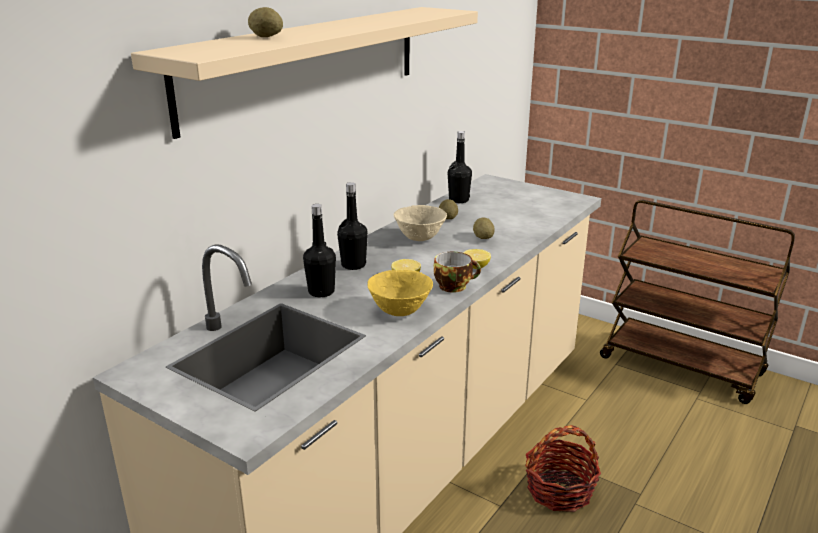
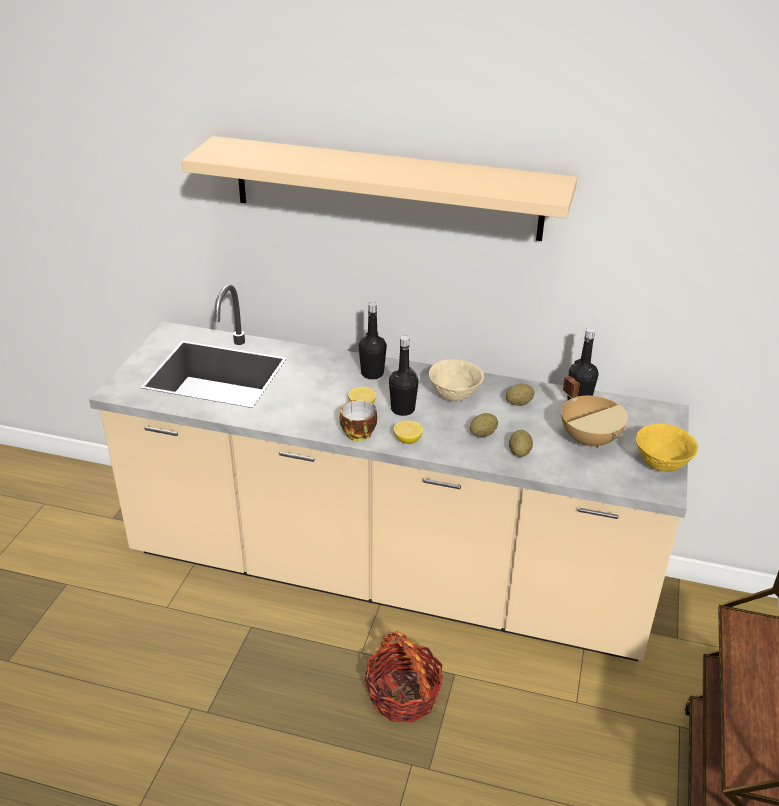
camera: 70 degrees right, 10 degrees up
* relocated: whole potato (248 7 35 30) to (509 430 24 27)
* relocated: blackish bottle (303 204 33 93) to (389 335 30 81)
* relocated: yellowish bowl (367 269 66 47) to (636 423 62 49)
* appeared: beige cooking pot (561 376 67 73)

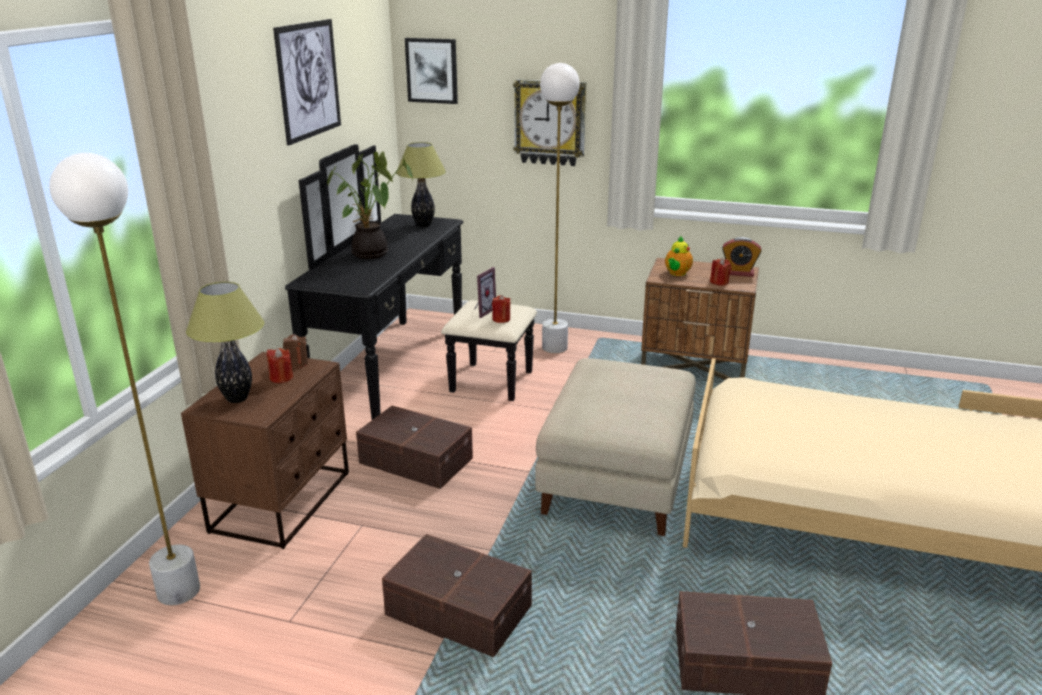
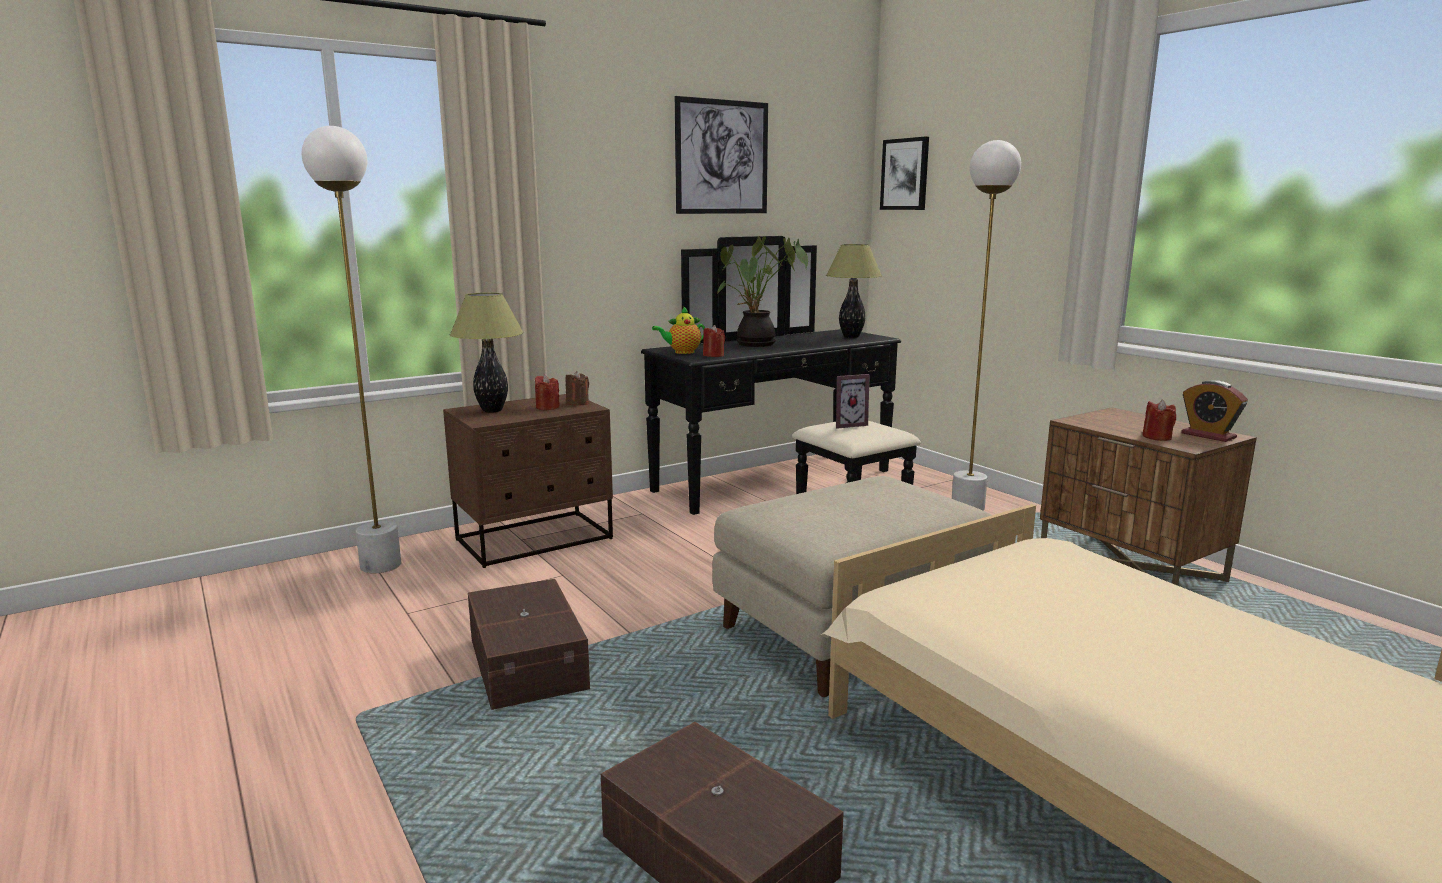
camera: 40 degrees right, 10 degrees down
* missing: wall clock (513 79 73 87)
* relocated: pot for tea (665 236 28 40) to (652 306 53 48)
* relocated: red-coloured candle (492 295 18 28) to (703 325 22 32)
* missing: brownish storage box (356 405 117 84)

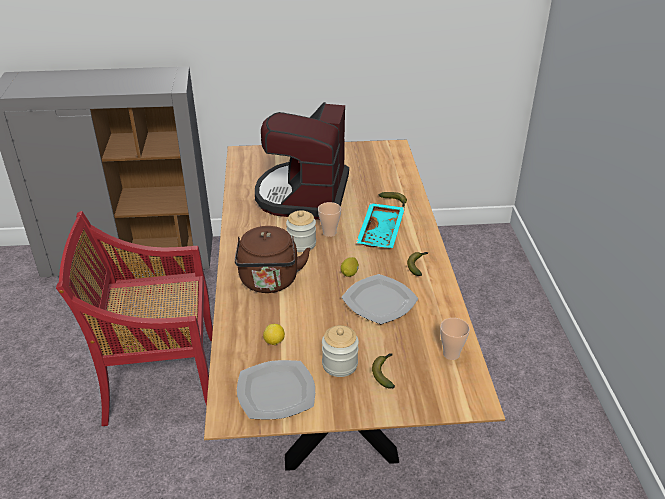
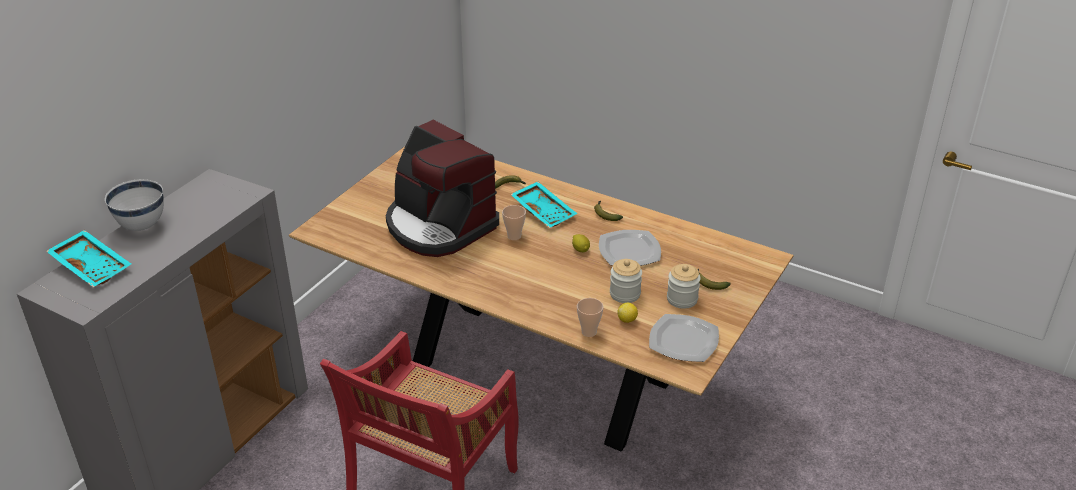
camera: 55 degrees left, 0 degrees up
* relocated: jar (286 210 30 42) to (610 259 32 44)
* missing: brownish water kettle (235 226 76 67)
* relocated: small cup (440 318 30 42) to (577 298 26 39)
* appeared: whitish bowl (105 179 59 52)
* appeared: blue-green carrying tray (46 230 85 57)

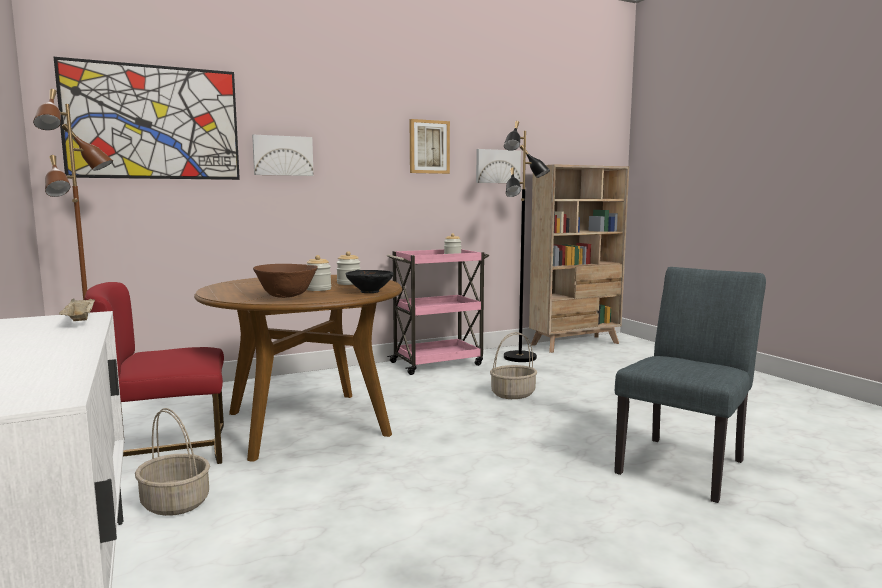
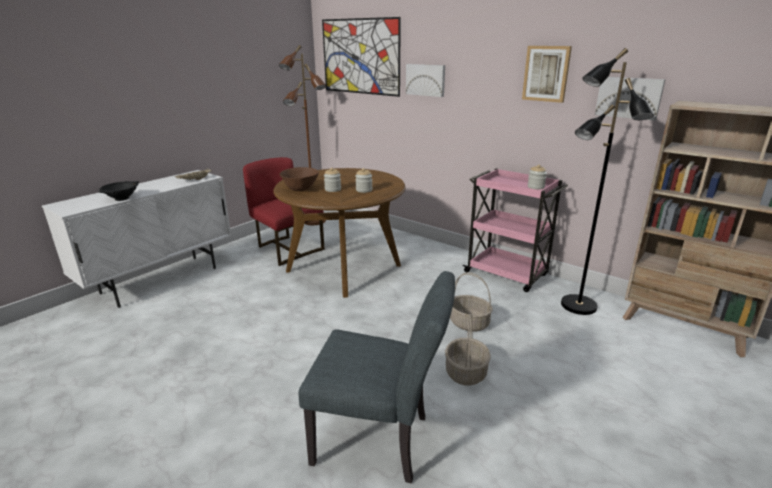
camera: 65 degrees right, 15 degrees up
* relocated: blackish bowl (345 270 49 23) to (98 181 41 20)
* relocated: basket (135 408 75 108) to (445 314 46 71)

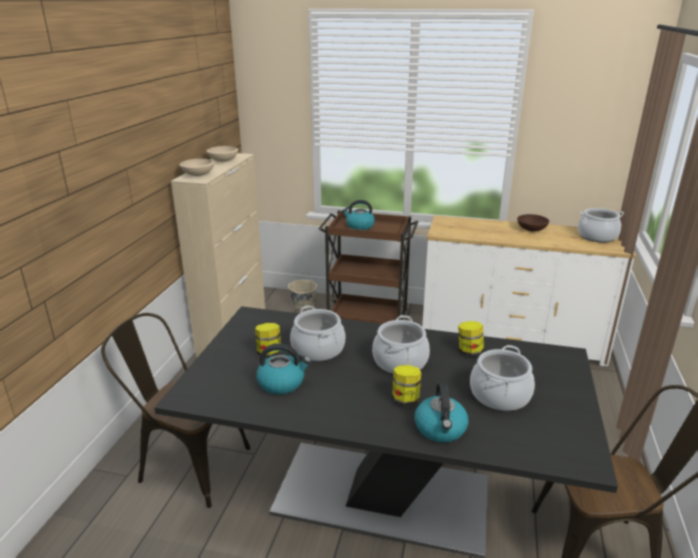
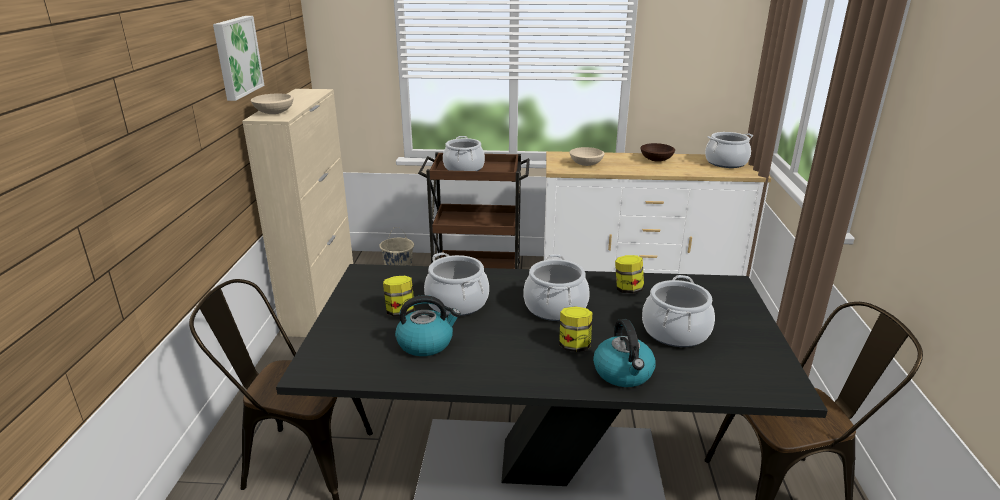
camera: 10 degrees left, 0 degrees up
* relocated: beige bowl (207 146 31 16) to (570 147 35 19)
* exchanged: water kettle (342 200 33 30) to cooking pot (443 136 42 35)
* appeared: wall art (213 16 51 85)

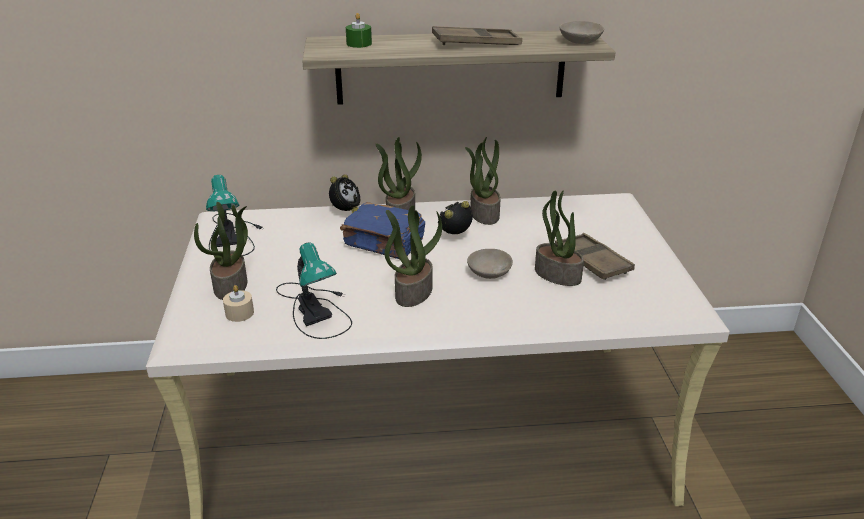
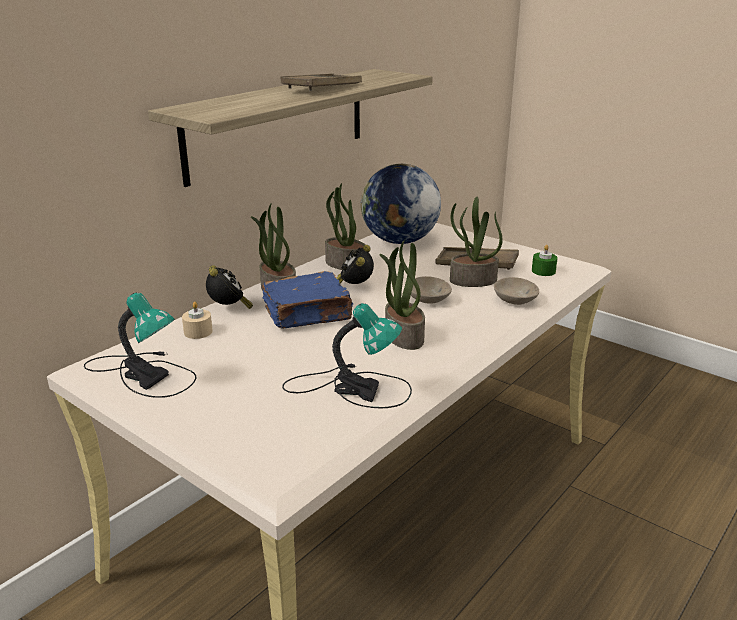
camera: 45 degrees left, 5 degrees down
* relocated: greenish candle (346 13 26 35) to (532 245 26 31)
* relocated: beige bowl (560 21 44 23) to (494 277 45 28)
* missing: plant in a pot (194 202 54 98)
* relocated: beige candle (223 285 31 37) to (182 302 31 37)
* appeared: globe (360 164 81 80)

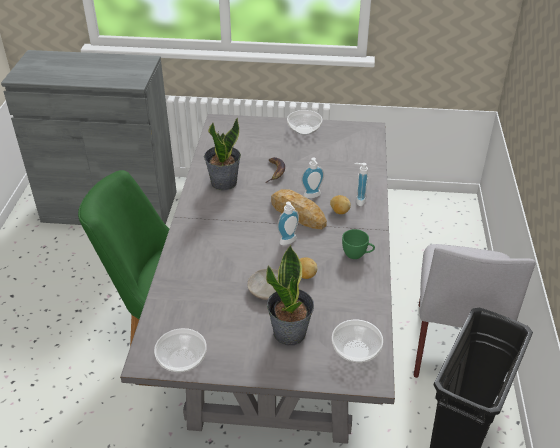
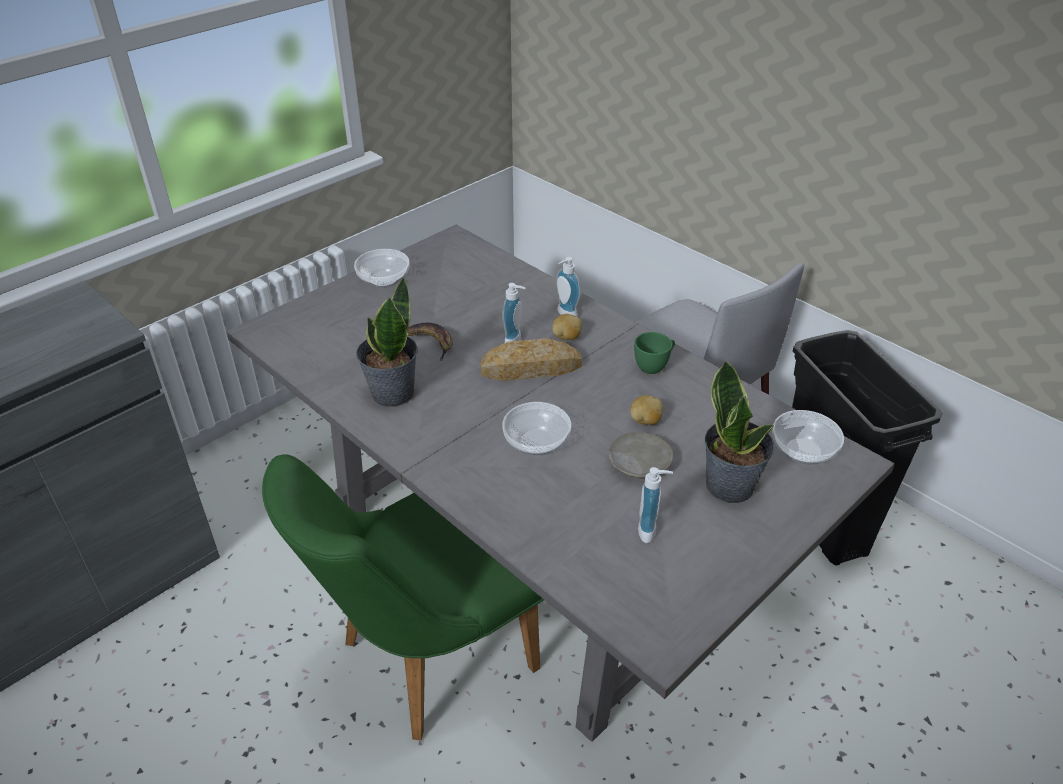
camera: 50 degrees left, 0 degrees up
* relocated: liquid soap bottle (277 202 22 43) to (638 467 35 76)
* relocated: bowl (154 328 53 45) to (502 402 69 53)

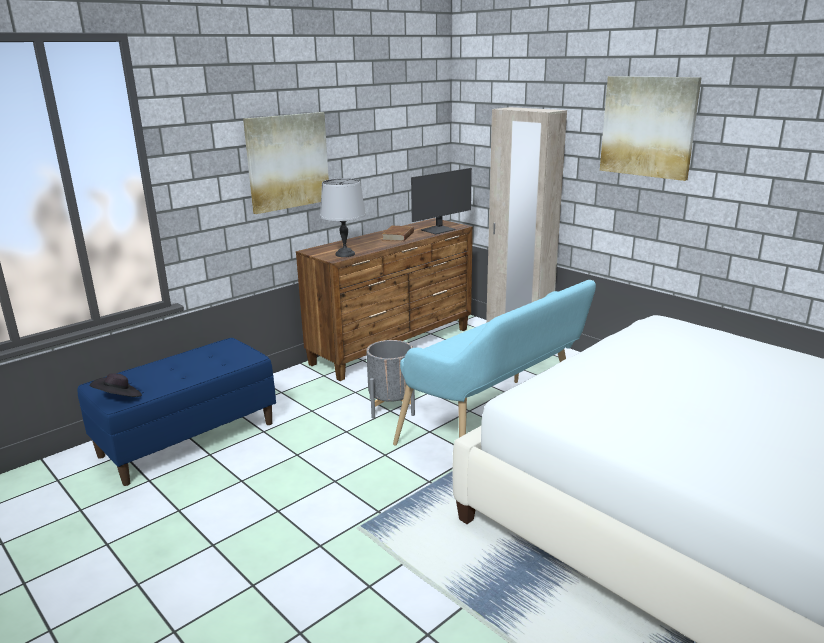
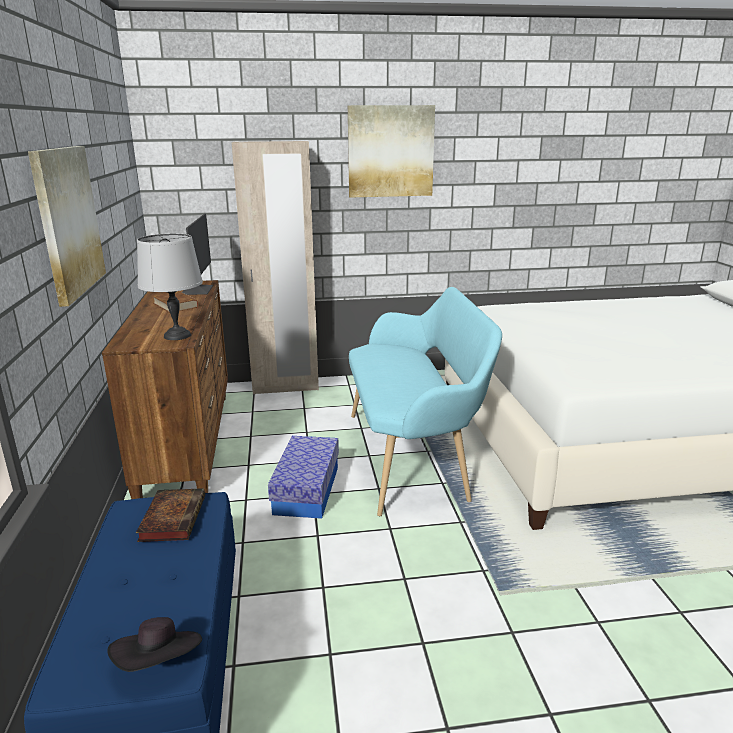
camera: 55 degrees left, 0 degrees up
* exchanged: grey planter (366 340 49 79) to storage box (268 436 71 83)
* appeared: volume (136 488 69 54)

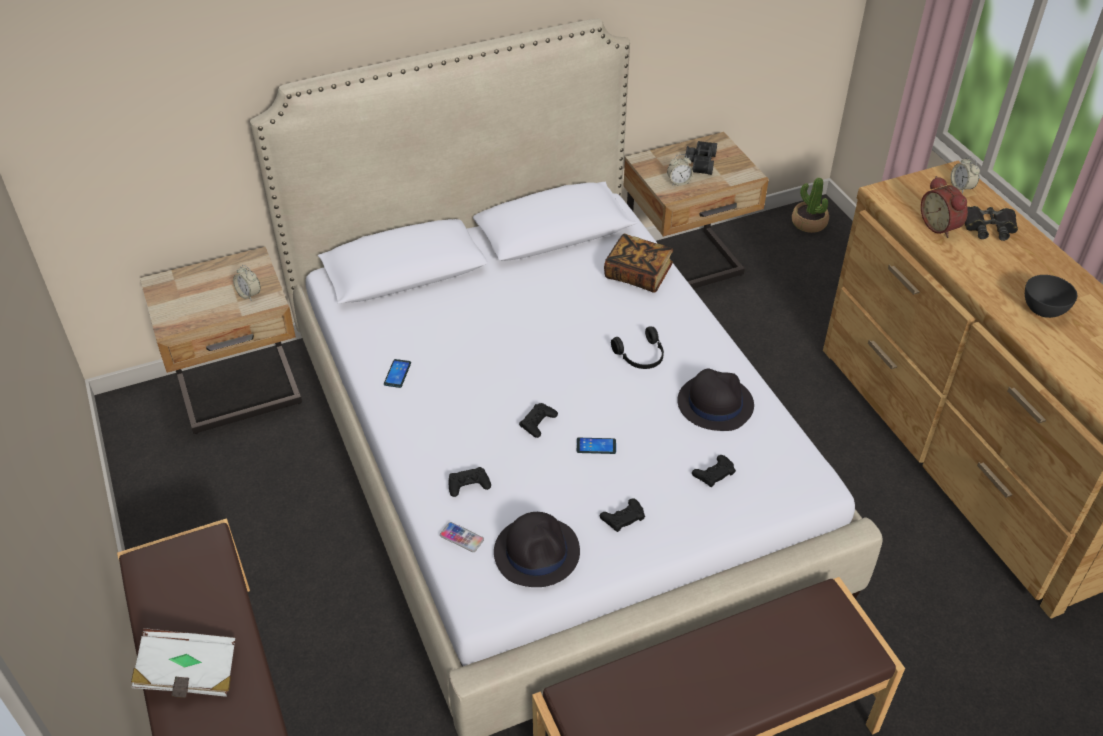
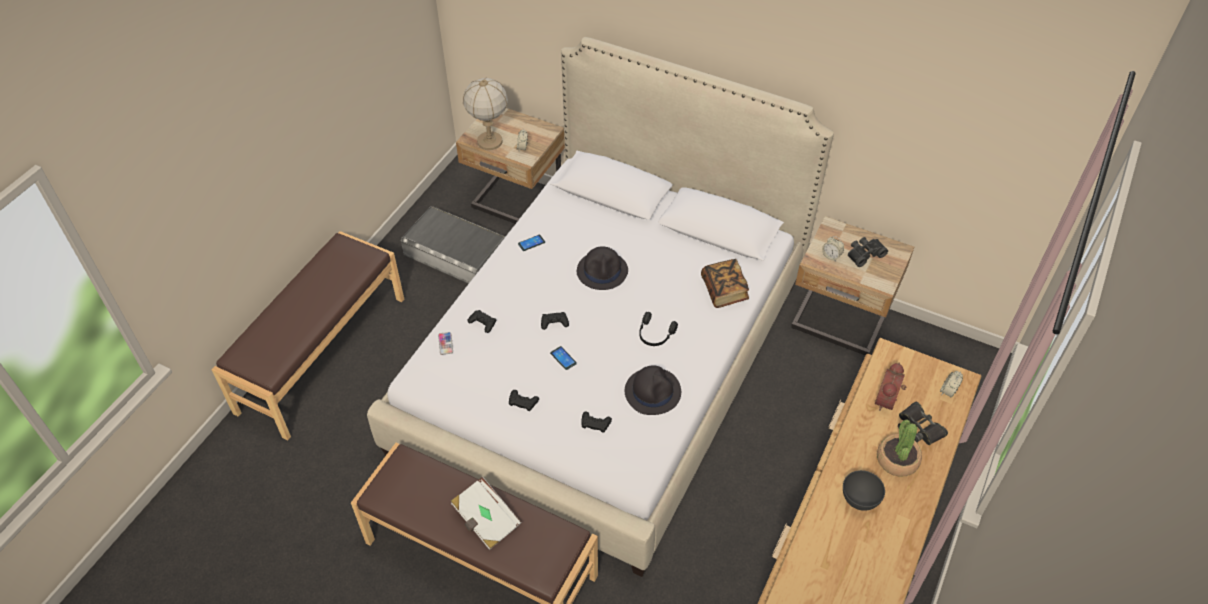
camera: 50 degrees right, 5 degrees up
* relocated: plant in a pot (792 178 37 55) to (877 419 45 58)
* relocated: blackish wearable hat (494 512 86 75) to (577 246 51 44)
* relocated: whitish volume (131 628 104 70) to (451 477 70 73)
* appeared: lamp for a table (463 77 45 73)
* appeared: grey storage box (401 206 105 78)

